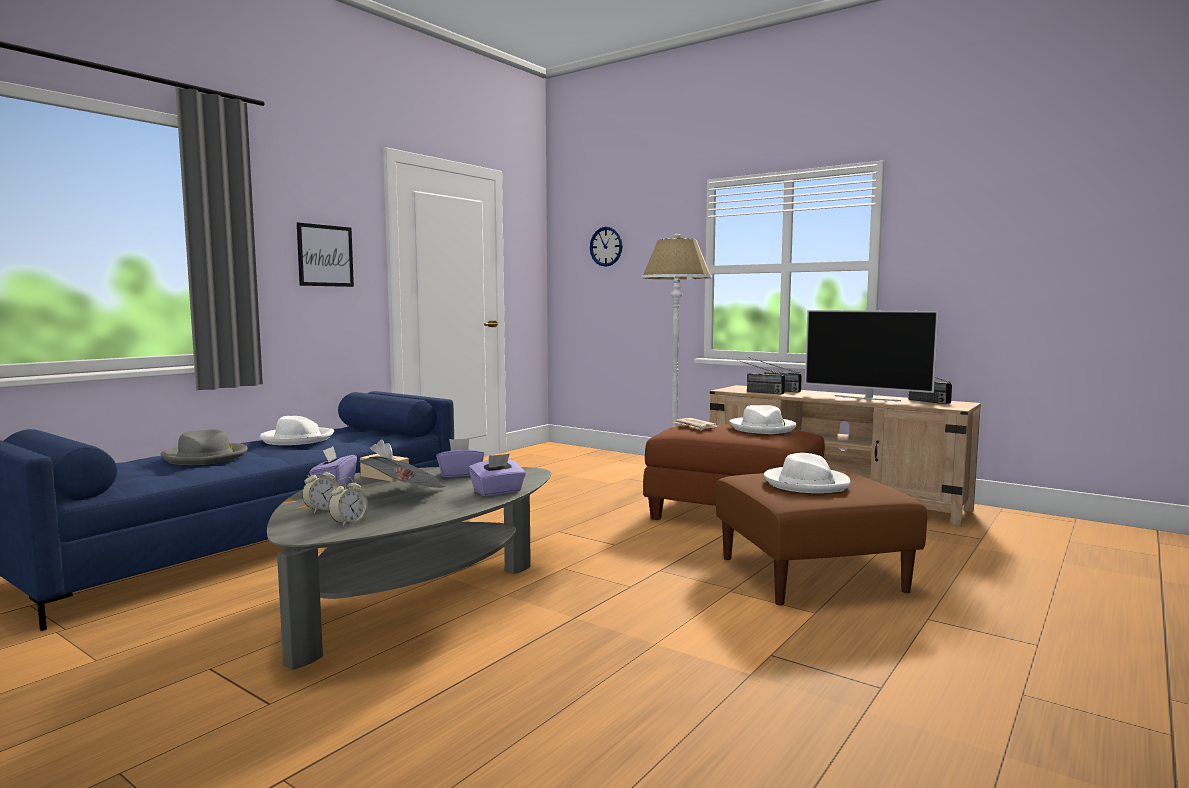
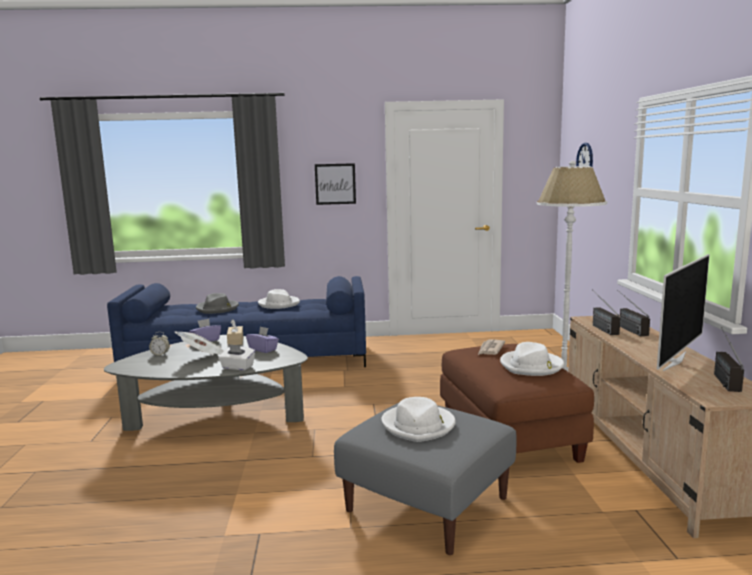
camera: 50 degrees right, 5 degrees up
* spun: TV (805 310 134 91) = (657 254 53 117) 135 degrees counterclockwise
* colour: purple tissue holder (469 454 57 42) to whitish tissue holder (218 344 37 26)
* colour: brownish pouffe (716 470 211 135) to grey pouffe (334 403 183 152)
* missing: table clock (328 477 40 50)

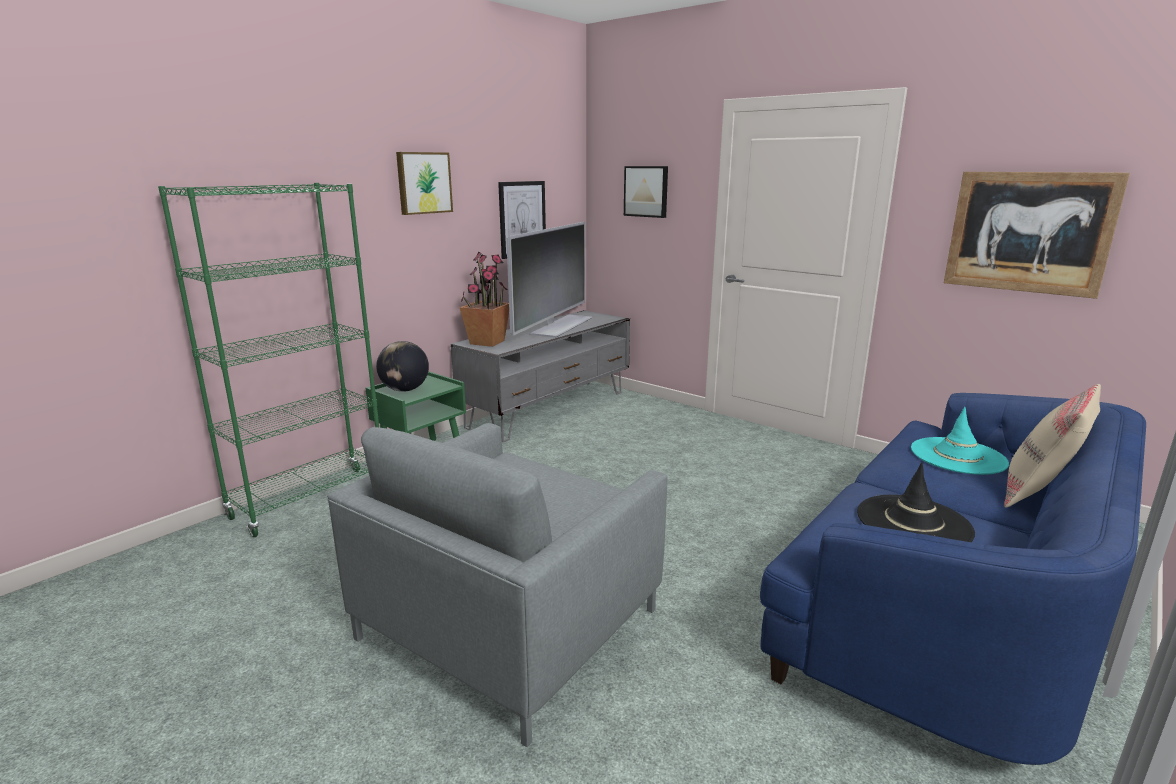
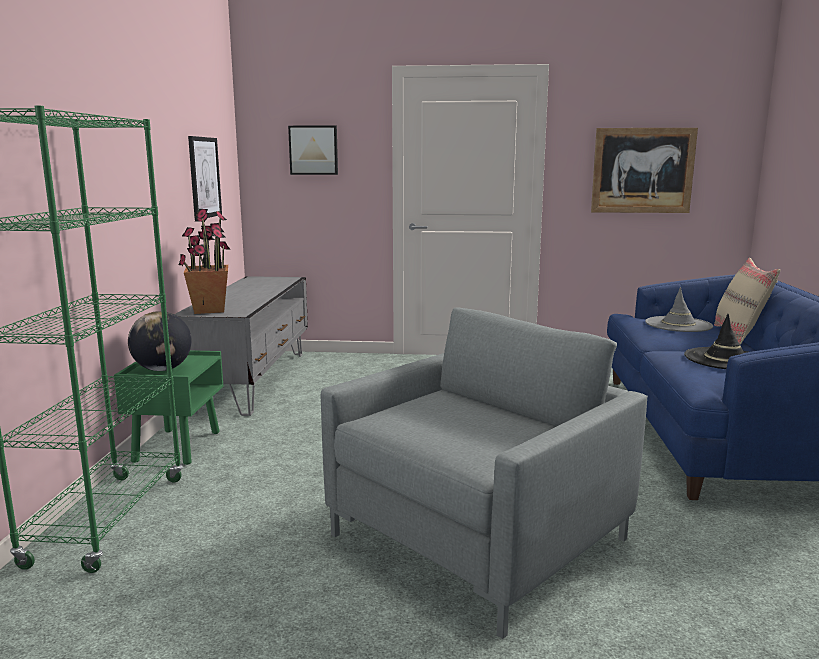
camera: 35 degrees left, 5 degrees down
* missing: wall art (396 152 57 63)
* missing: TV (506 222 87 116)
* colour: blue-green wearable hat (911 407 98 68) to grey wearable hat (645 287 68 45)
* spun: grey lounge chair (327 423 340 324) = (321 308 327 331) 135 degrees counterclockwise

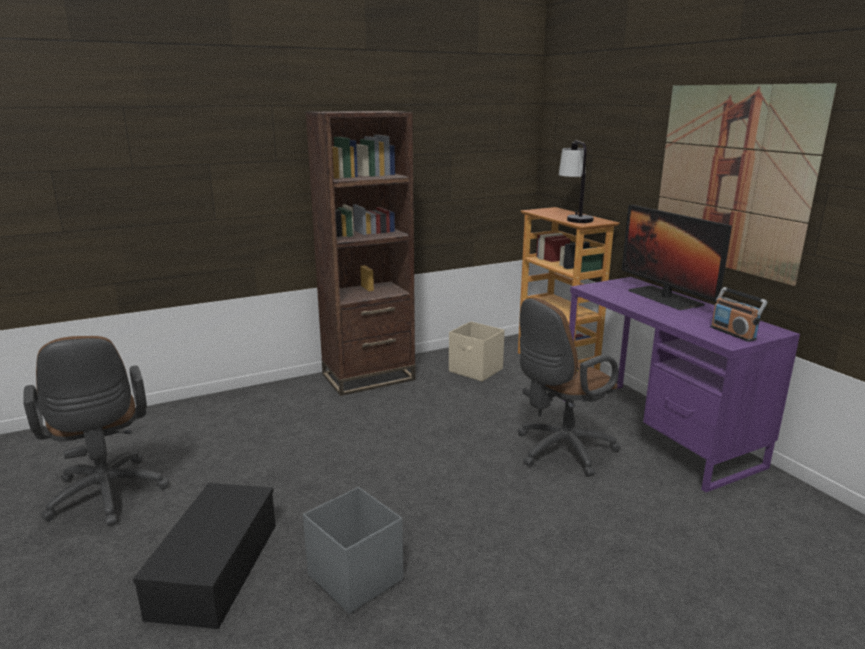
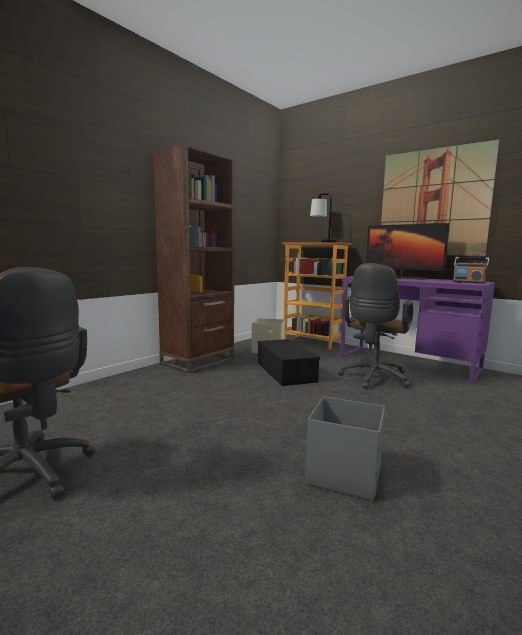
camera: 25 degrees left, 10 degrees down
* relocated: blackish storage box (133 483 143 146) to (258 339 62 47)

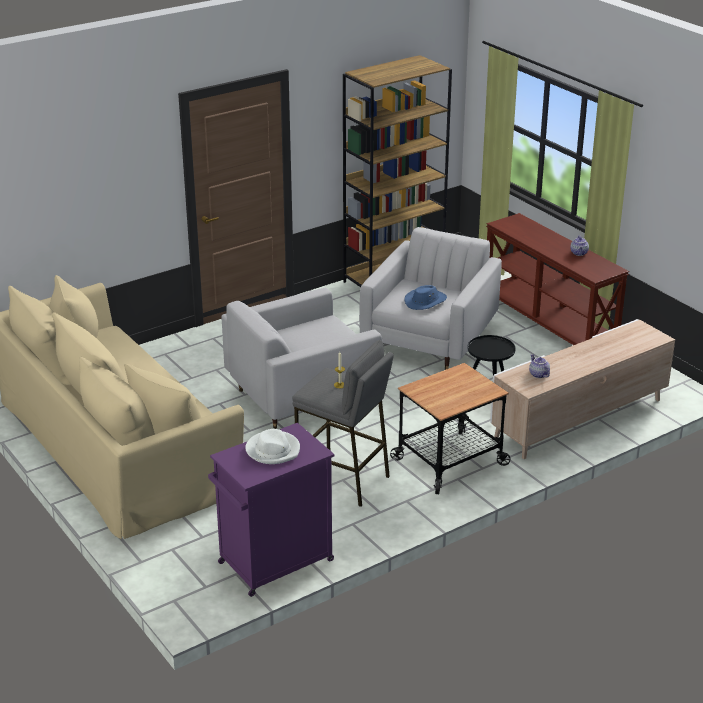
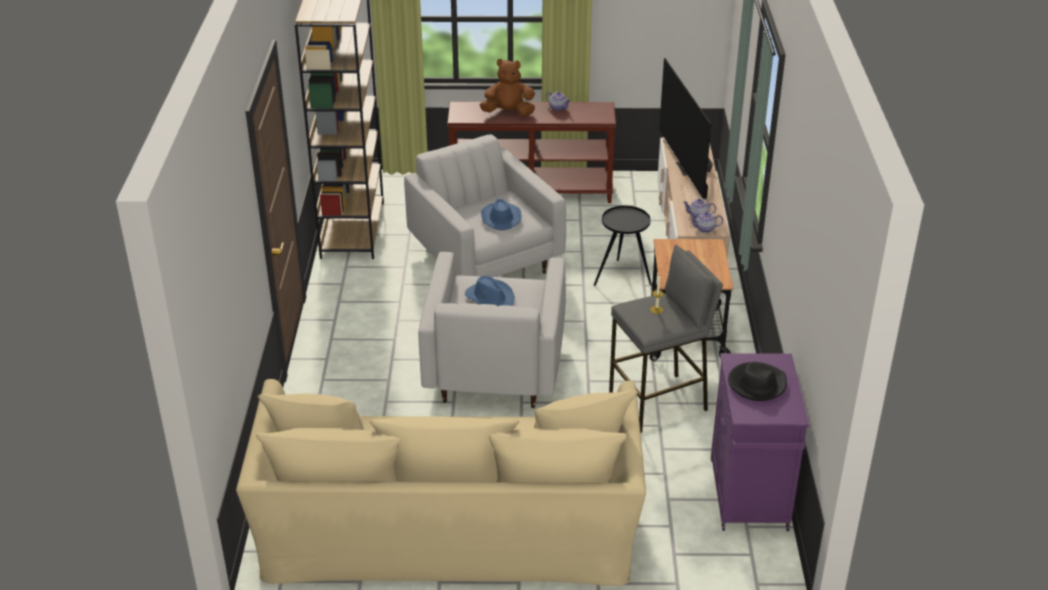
camera: 55 degrees left, 5 degrees up
* colour: whitish wearable hat (245 429 55 35) to blackish wearable hat (728 362 59 39)
* appeared: TV (659 58 54 141)
* appeared: brownish cuddly toy (480 59 55 57)
* appeared: pot for tea (689 212 34 21)
* appeared: bluish wearable hat (465 276 50 30)

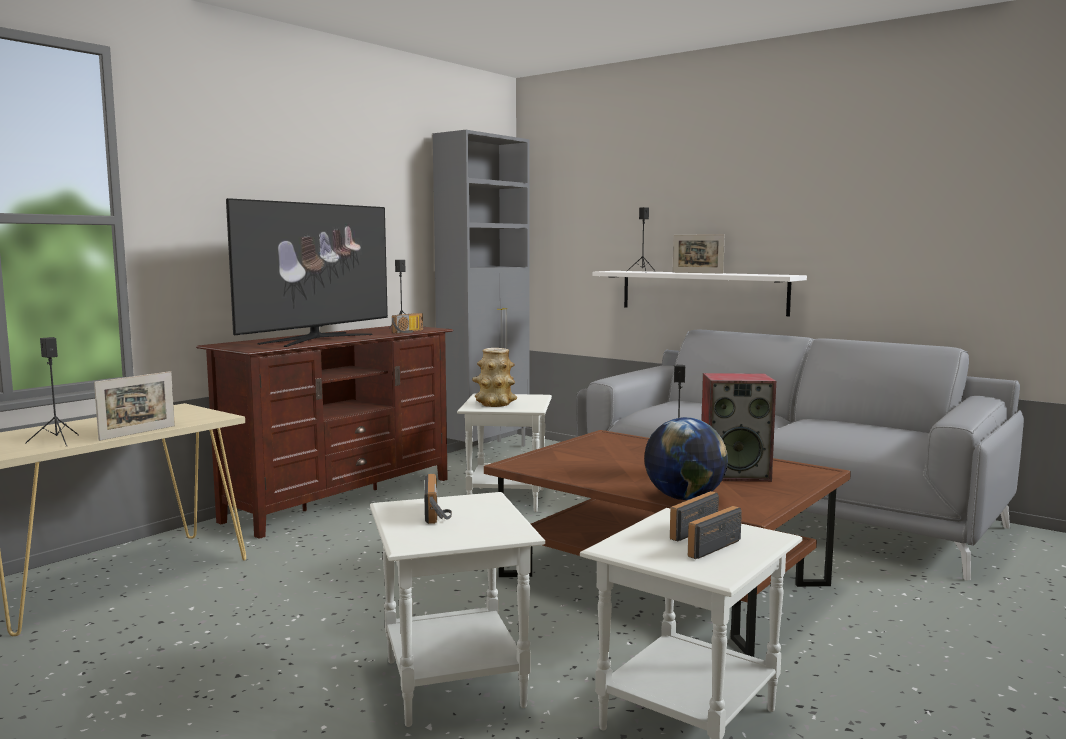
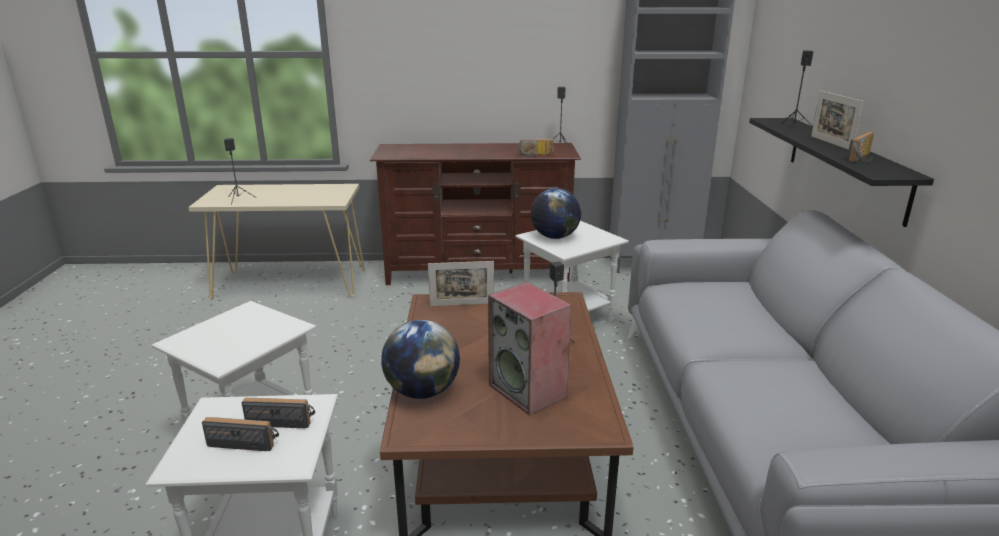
camera: 50 degrees right, 15 degrees up
* missing: TV (226 198 162 149)
* colour: whitish shelf (593 271 214 45) to blackish shelf (749 118 185 109)
* exchanged: decorative vase (472 348 45 59) to globe (531 188 50 51)
* relocated: standing frame (94 371 81 70) to (428 261 66 45)
* relocated: radio receiver (424 474 28 50) to (847 132 27 30)

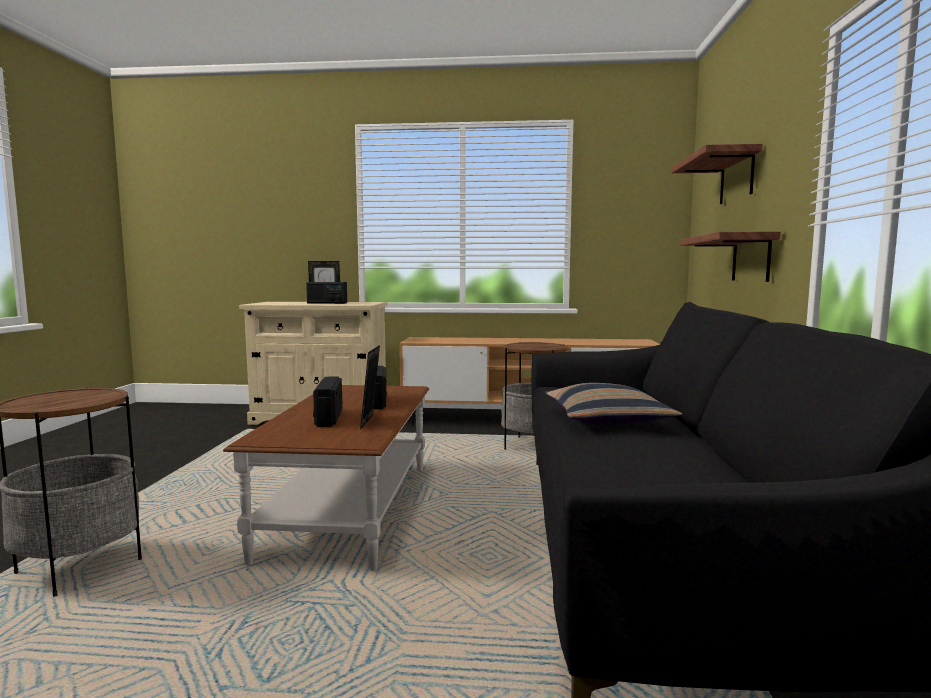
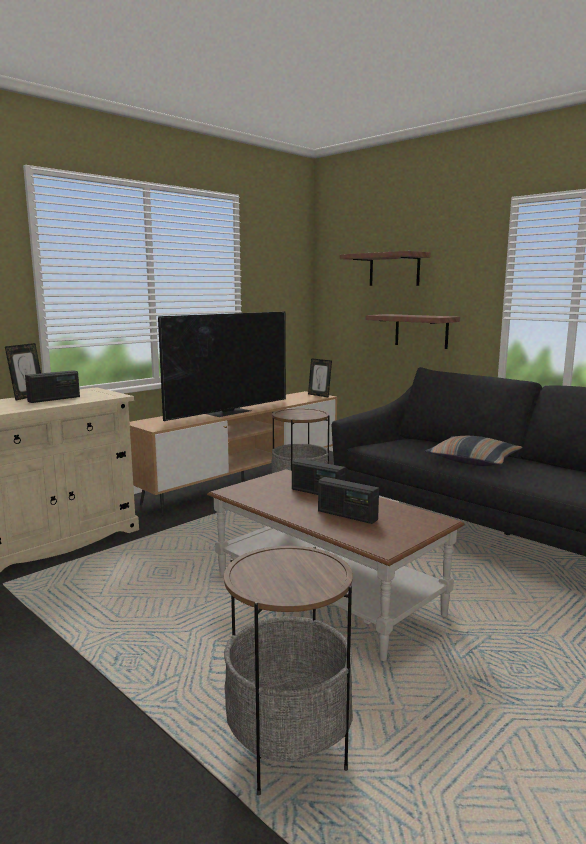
camera: 50 degrees left, 5 degrees up
* relocated: standing frame (360 345 20 85) to (308 358 24 40)
* appeared: TV (158 311 128 110)

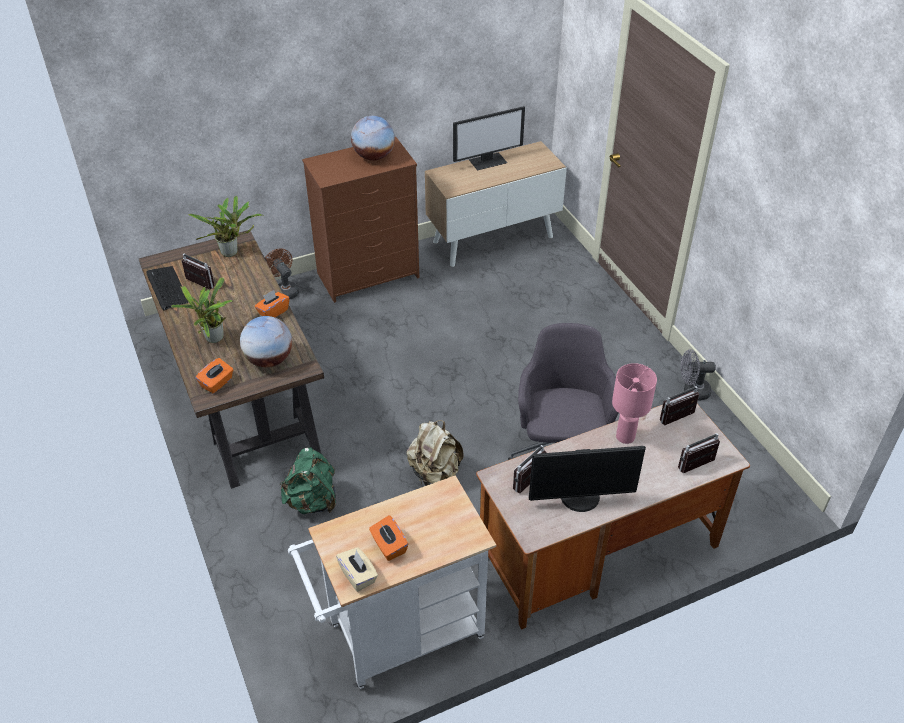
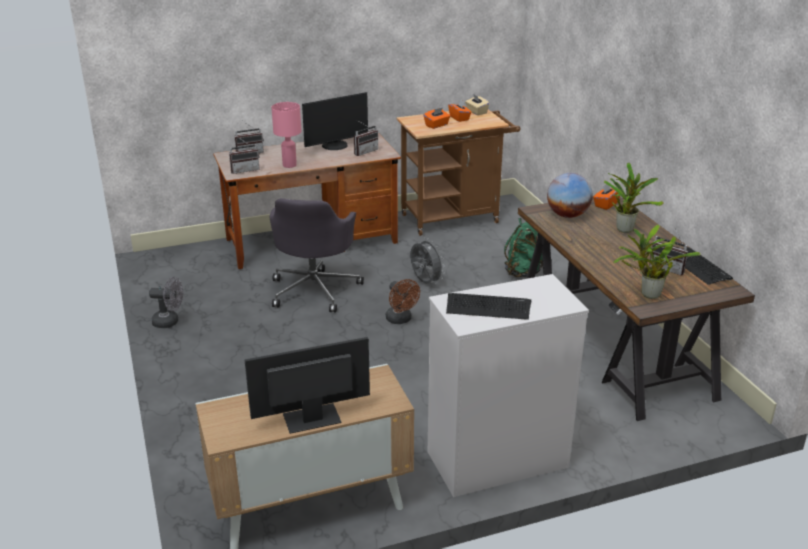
camera: 175 degrees left, 15 degrees down
* exchanged: globe (351 116 44 44) to keyboard (446 293 85 27)
* colour: brownish drawer chest (302 137 117 166) to whitish drawer chest (428 274 161 223)
* relocated: brownish cooling fan (265 248 34 52) to (386 279 34 45)
* relocated: orange tissue holder (255 290 34 27) to (424 107 26 22)
* exchanged: beige backpack (406 420 58 66) to grey cooling fan (410 238 35 46)
* spun: computer display (529 446 117 66) = (302 92 66 58) 150 degrees clockwise
* colour: whitish cart (288 475 208 214) to brownish cart (397 109 123 127)

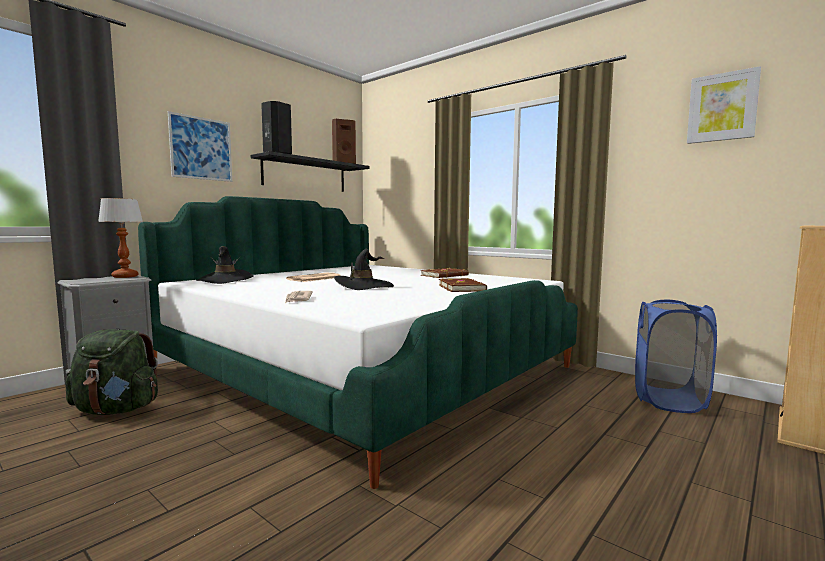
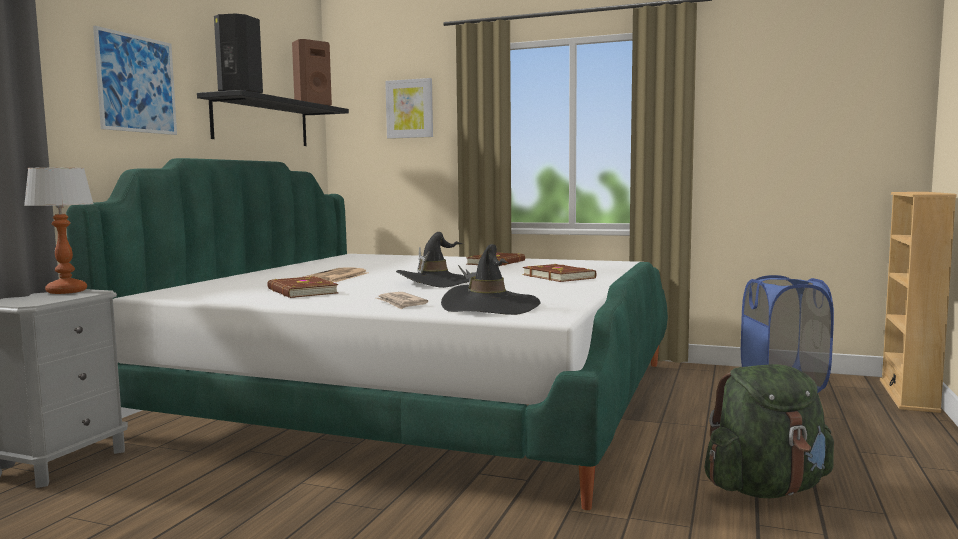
camera: 20 degrees left, 0 degrees up
* relocated: wall art (687 66 74 78) to (385 78 48 61)
* relocated: blackish wearable hat (196 246 58 38) to (441 244 100 71)
* relocated: greenish backpack (65 329 93 86) to (704 364 130 134)
* appeared: brownish volume (267 276 71 22)

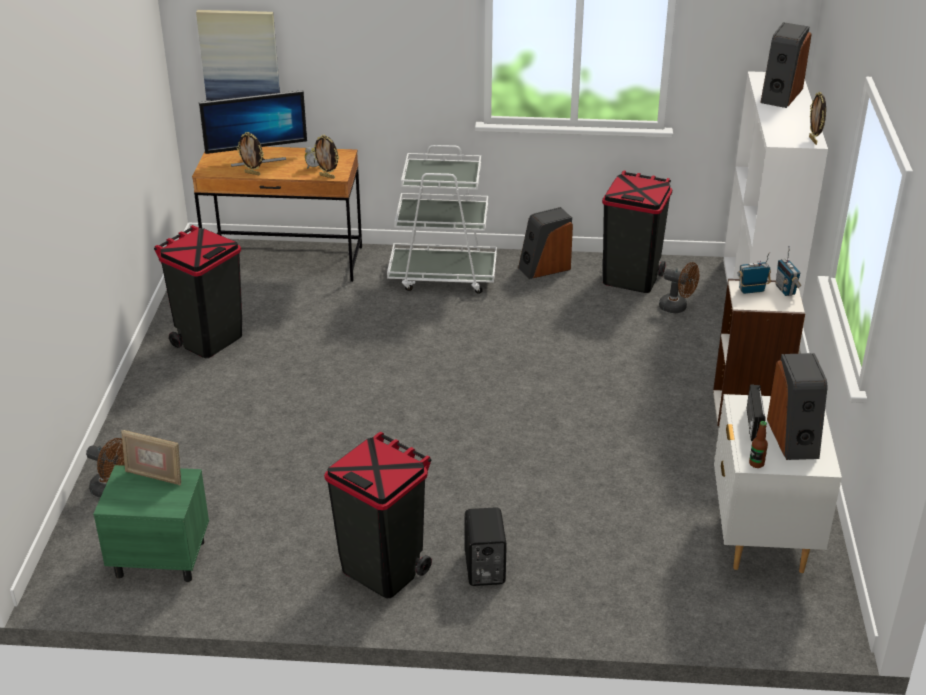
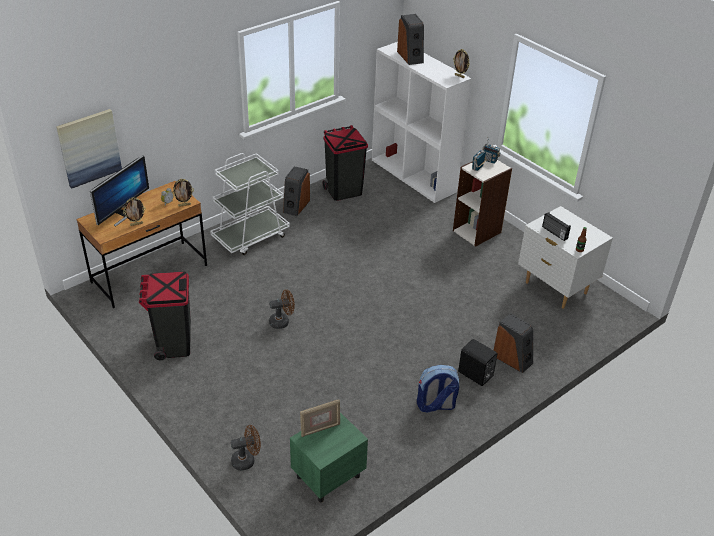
camera: 45 degrees left, 5 degrees up
* relocated: brownish cooling fan (659 262 40 51) to (269 289 26 40)
* relocated: audio speaker (767 353 60 107) to (494 313 39 60)
* exchanged: blackish waste bin (324 432 108 166) to backpack (417 365 42 47)

